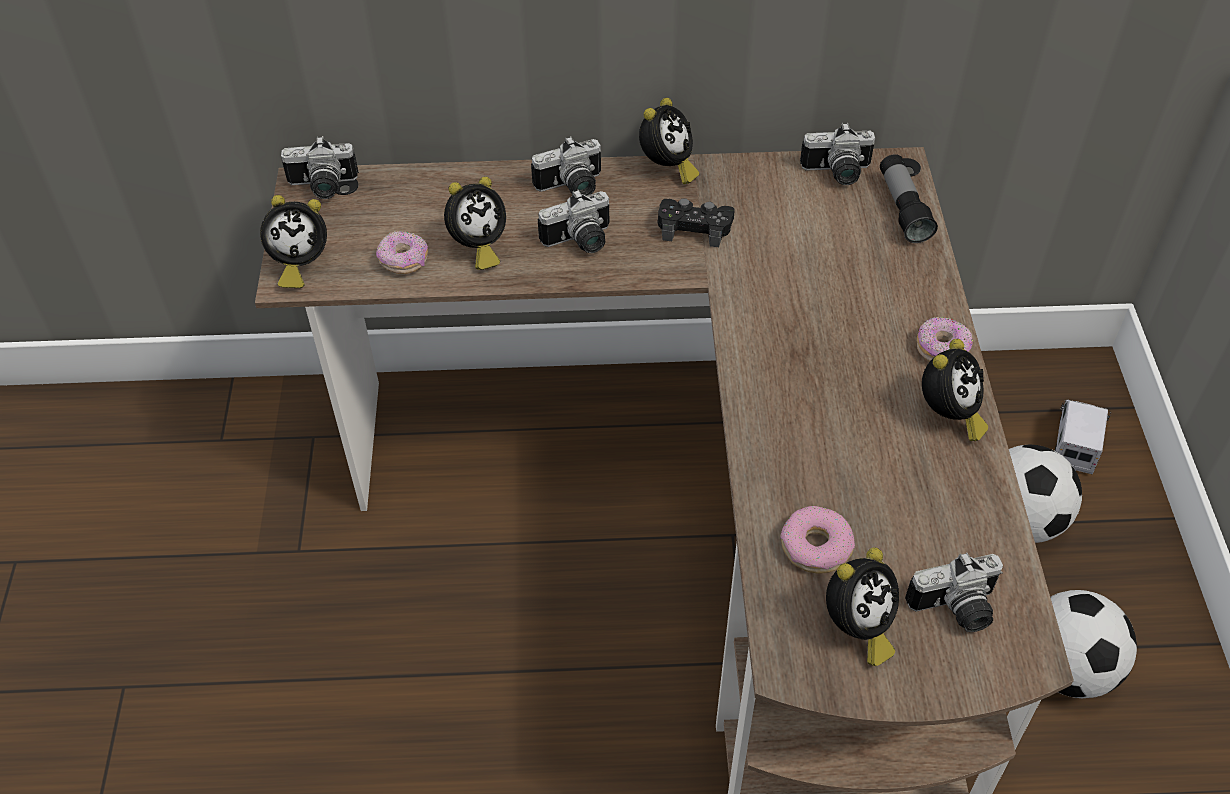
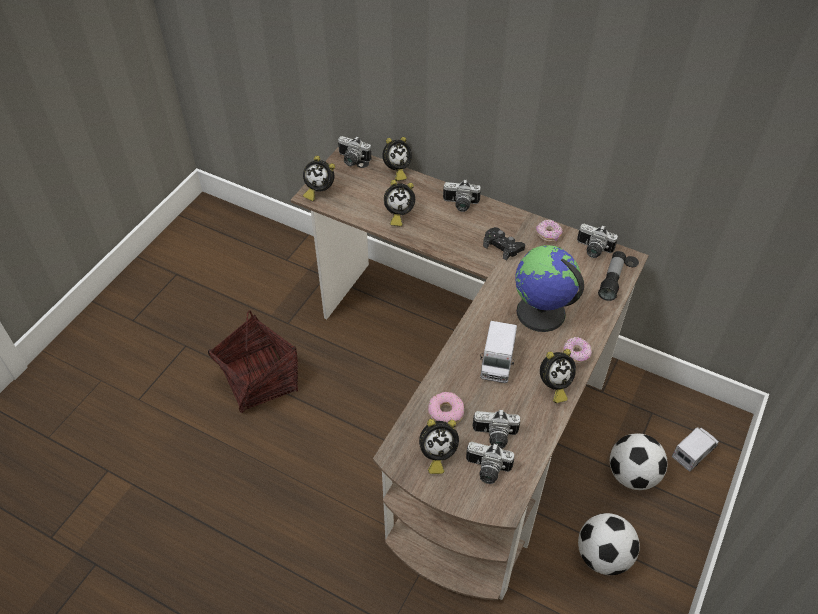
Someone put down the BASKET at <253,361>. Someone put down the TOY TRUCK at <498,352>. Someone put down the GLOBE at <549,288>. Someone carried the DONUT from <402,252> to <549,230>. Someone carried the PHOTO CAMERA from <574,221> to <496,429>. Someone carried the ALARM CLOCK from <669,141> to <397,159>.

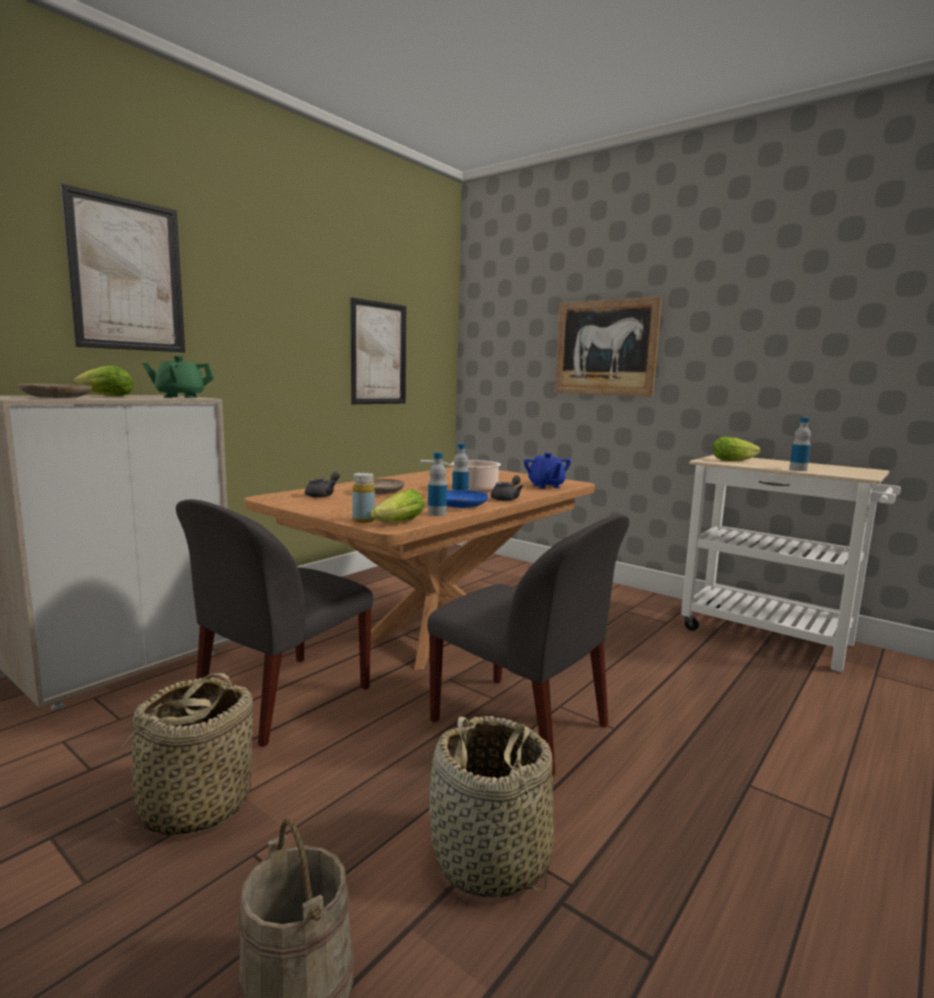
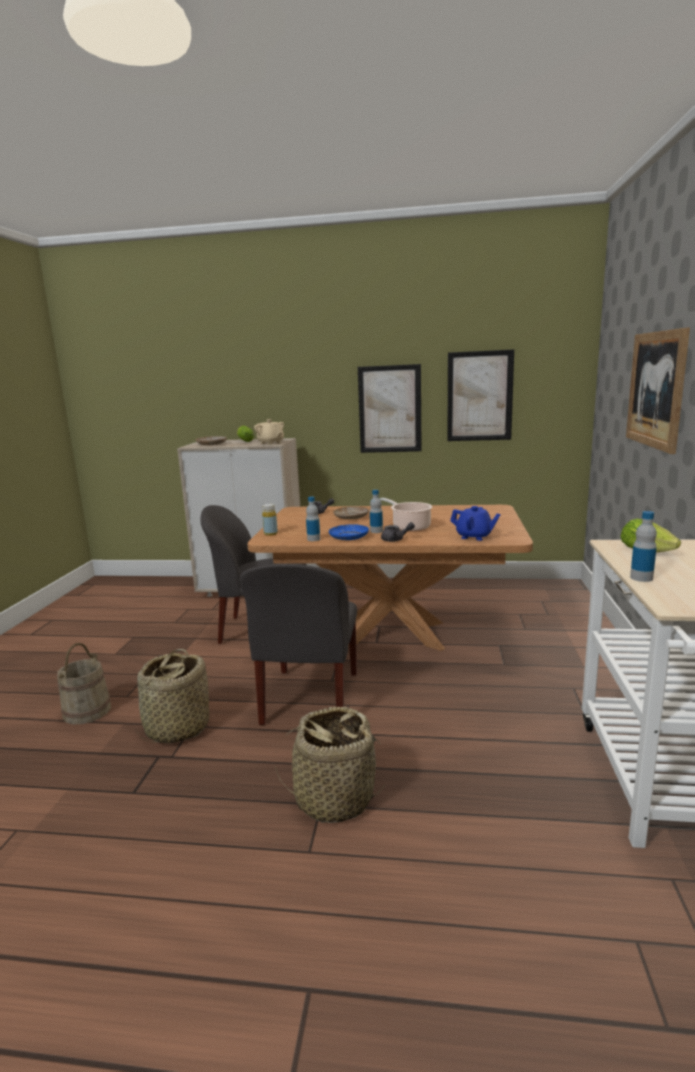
Someone took away the LETTUCE at <397,506>. Someone carried the PICTURE from <122,268> to <390,408>. Someone carried the BASKET from <180,754> to <330,765>. Someone repainted the GREEN TEAPOT at <178,377>, which became the BEIGE TEAPOT at <269,432>. Someone rotated the BLUE TEAPOT at <547,471> by 105 degrees counterclockwise.

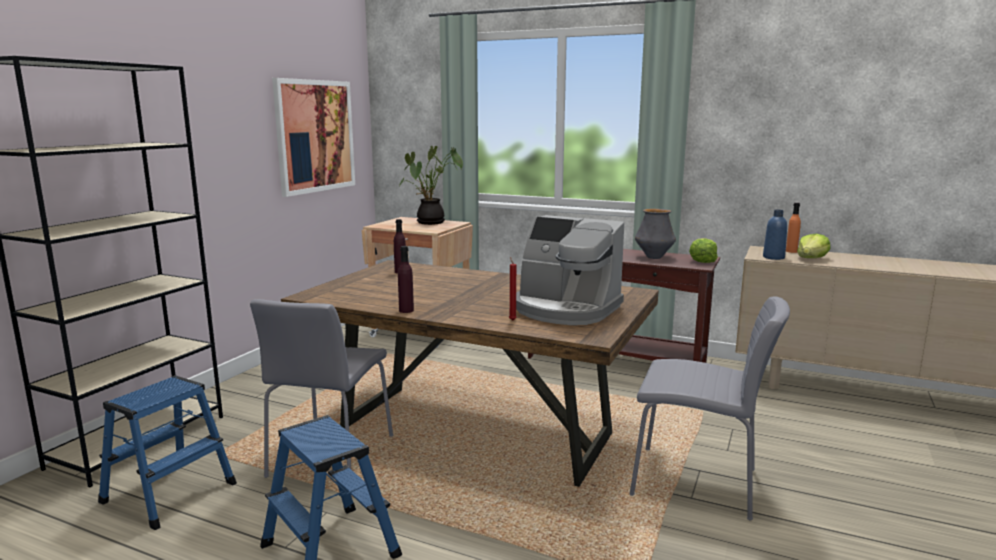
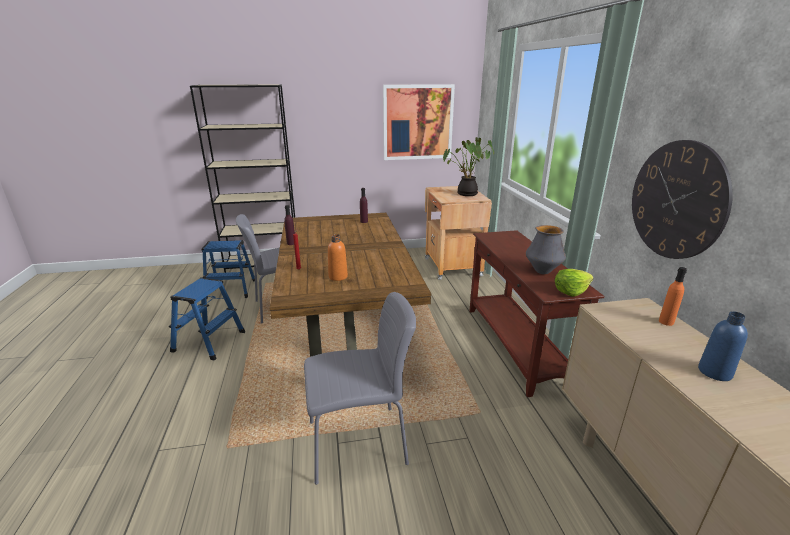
Someone took away the LETTUCE at <814,246>. Someone put up the WALL CLOCK at <682,199>. Someone carried the BLUE BOTTLE from <775,235> to <723,346>. Someone swapped the COFFEE MACHINE at <570,270> for the ORANGE BOTTLE at <338,257>. Someone rotated the GREY CHAIR at <709,408> by 90 degrees counterclockwise.

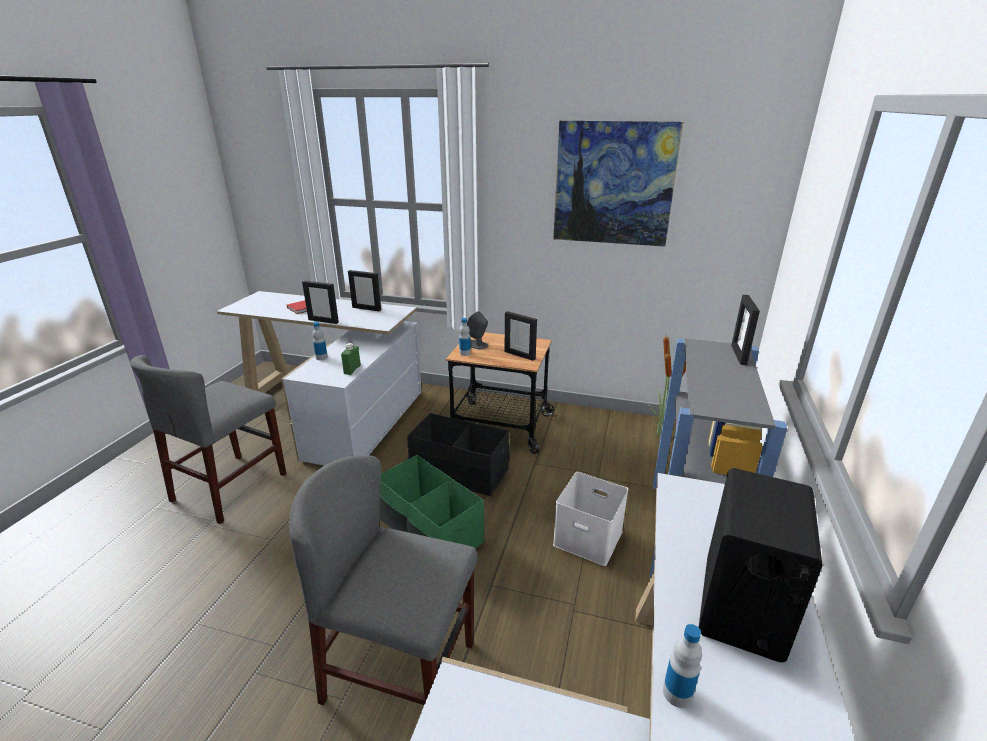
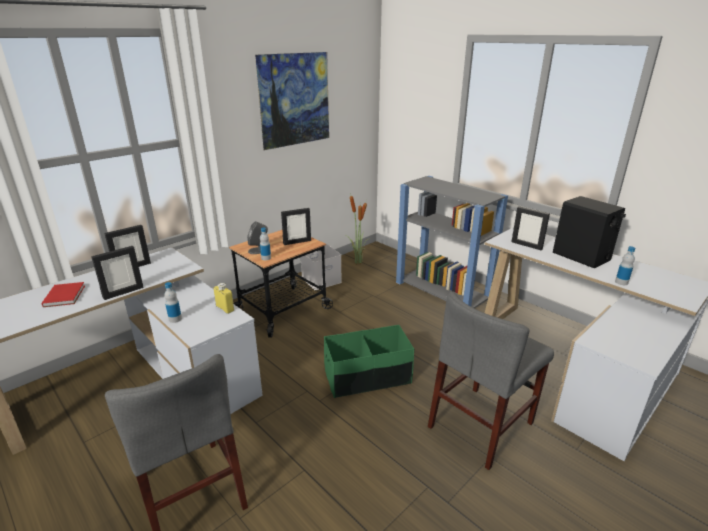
Someone took away the BLACK STORAGE BOX at <458,455>. Someone carried the WHITE STORAGE BOX from <590,519> to <321,267>. Someone carried the PICTURE FRAME from <745,330> to <530,228>. Someone repainted the GREEN BOTTLE at <351,359>, which became the YELLOW BOTTLE at <223,298>.

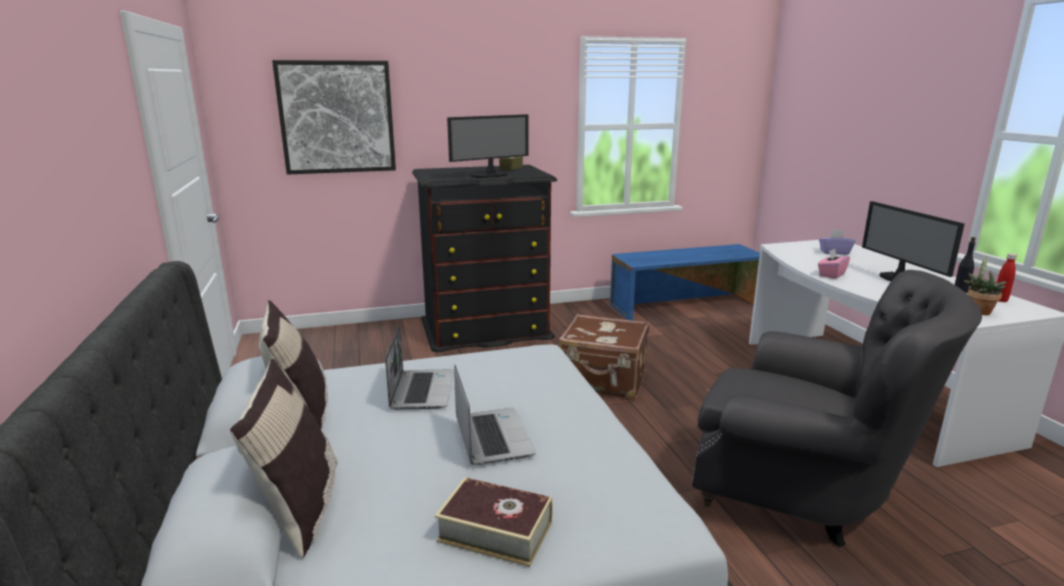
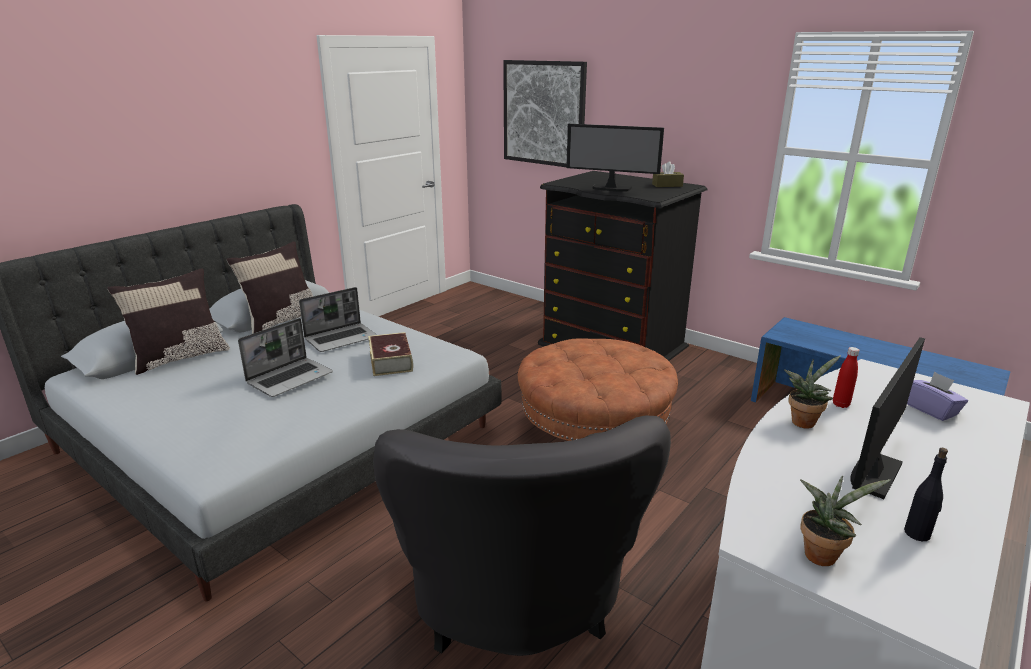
Someone carried the BOOK from <493,522> to <390,354>. Someone carried the RED BOTTLE from <1007,277> to <846,377>. Someone swapped the BROWN SUITCASE at <604,356> for the BROWN OTTOMAN at <598,389>. Someone swapped the PINK TISSUE BOX at <834,264> for the POTTED PLANT at <812,392>.

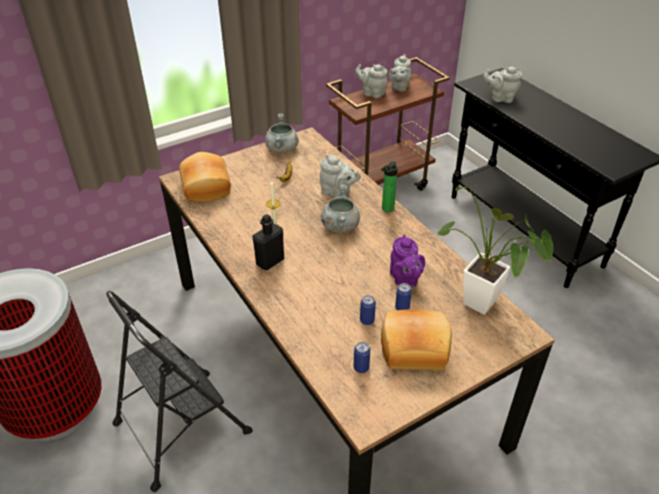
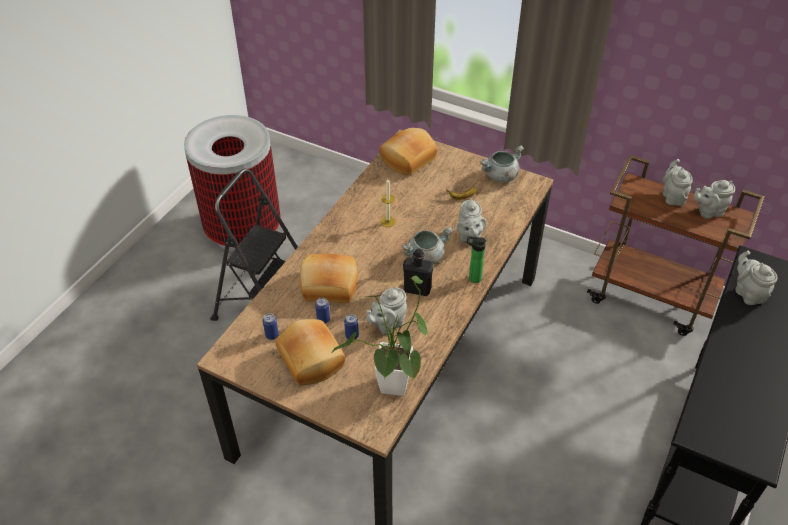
Someone put down the BREAD at <329,278>. Someone carried the BLACK BOTTLE from <268,242> to <418,272>. Someone repainted the PURPLE TEAPOT at <407,260>, which became the GREY TEAPOT at <386,311>.

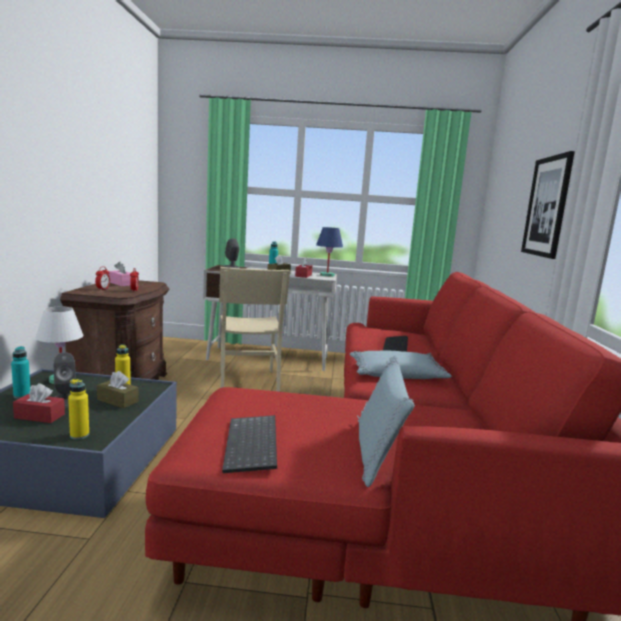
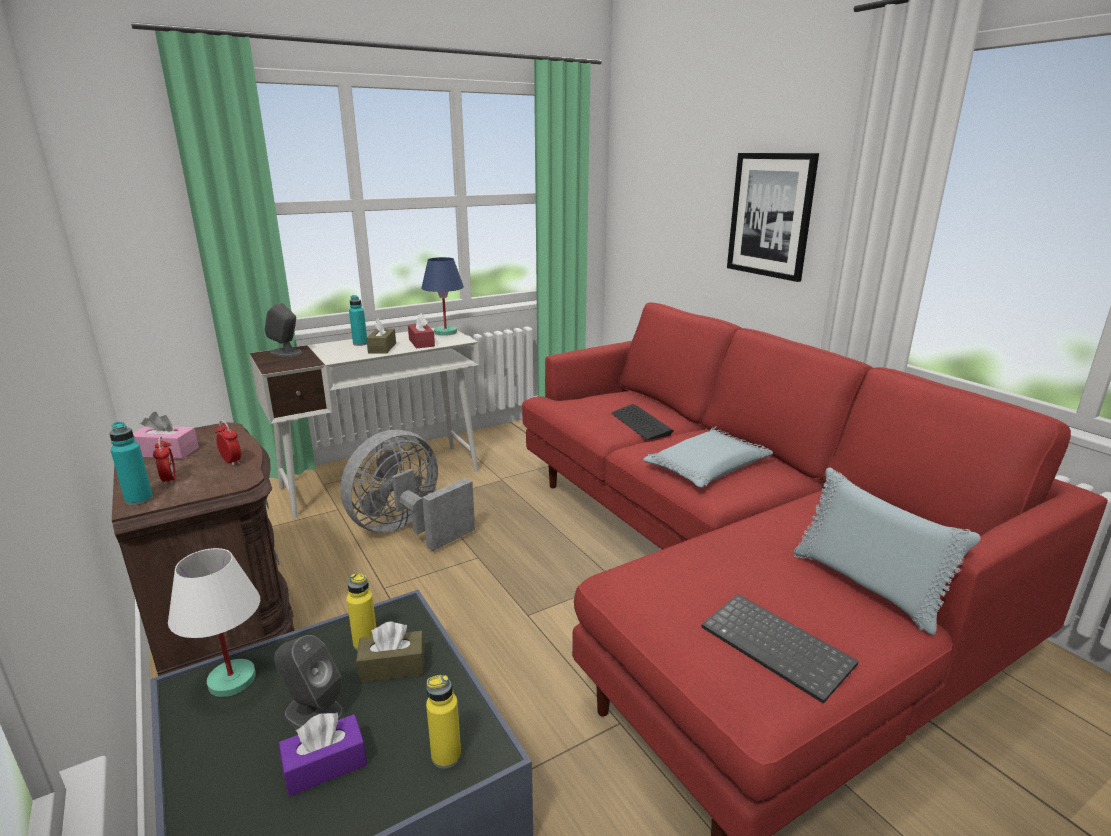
Someone carried the TURQUOISE BOTTLE from <20,372> to <131,463>. Someone swapped the BEIGE CHAIR at <254,329> for the GREY FAN at <407,490>. Someone repainted the RED TISSUE BOX at <39,403>, which became the PURPLE TISSUE BOX at <323,754>.

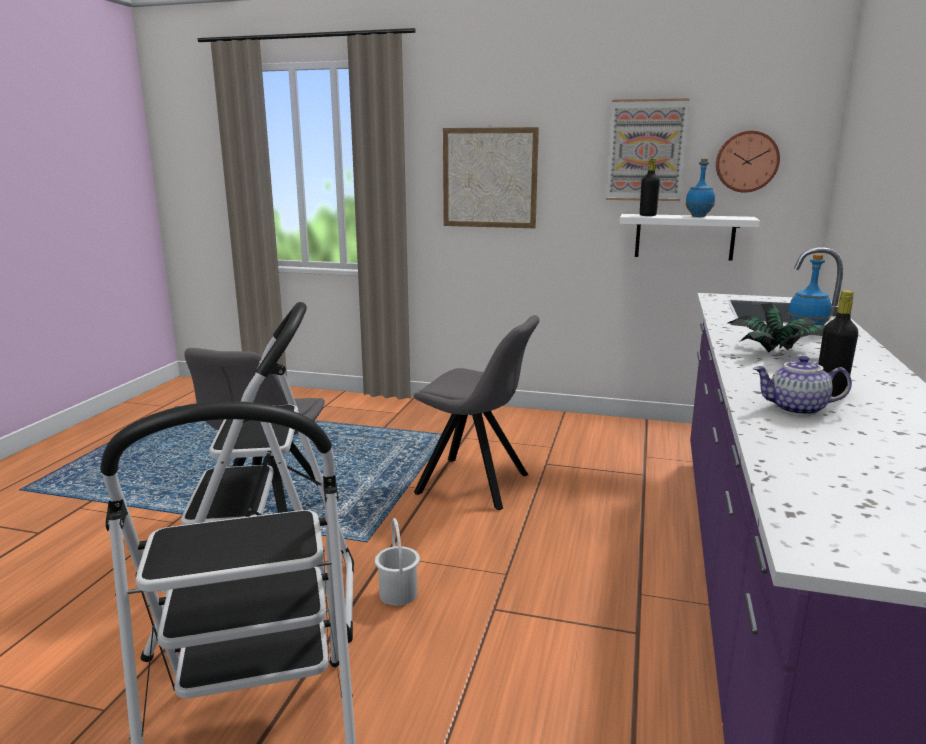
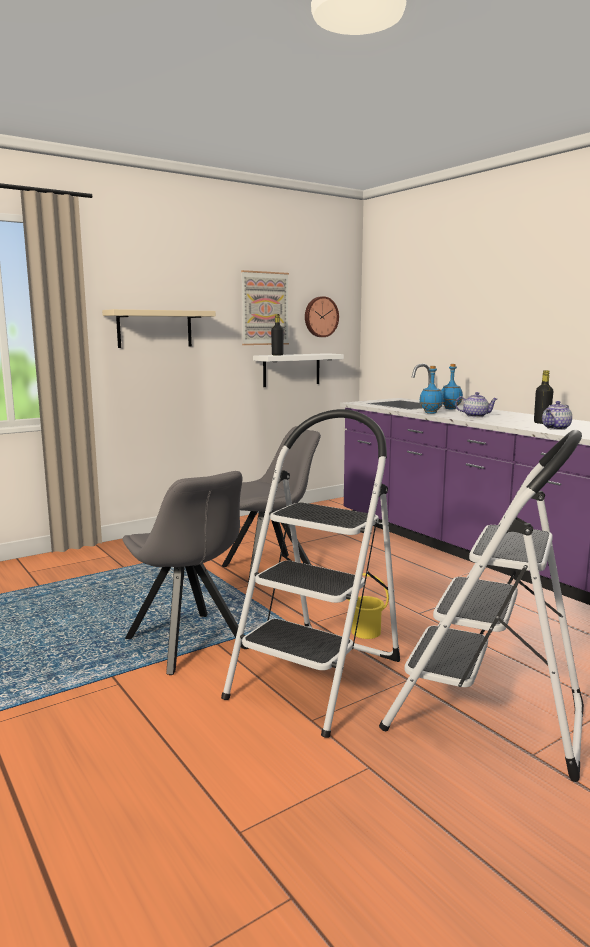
Someone carried the BLUE BOTTLE from <700,188> to <431,390>. Someone swapped the PICTURE at <491,177> for the BEIGE SHELF at <159,328>. Someone swapped the POTTED PLANT at <776,327> for the TEAPOT at <476,404>. Someone repainted the WHITE BUCKET at <397,562>, which became the YELLOW BUCKET at <368,606>.

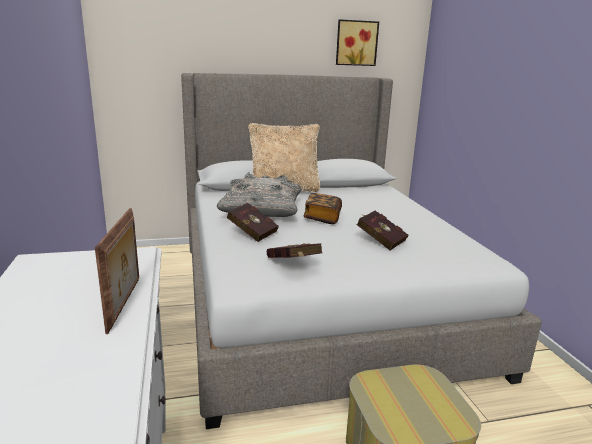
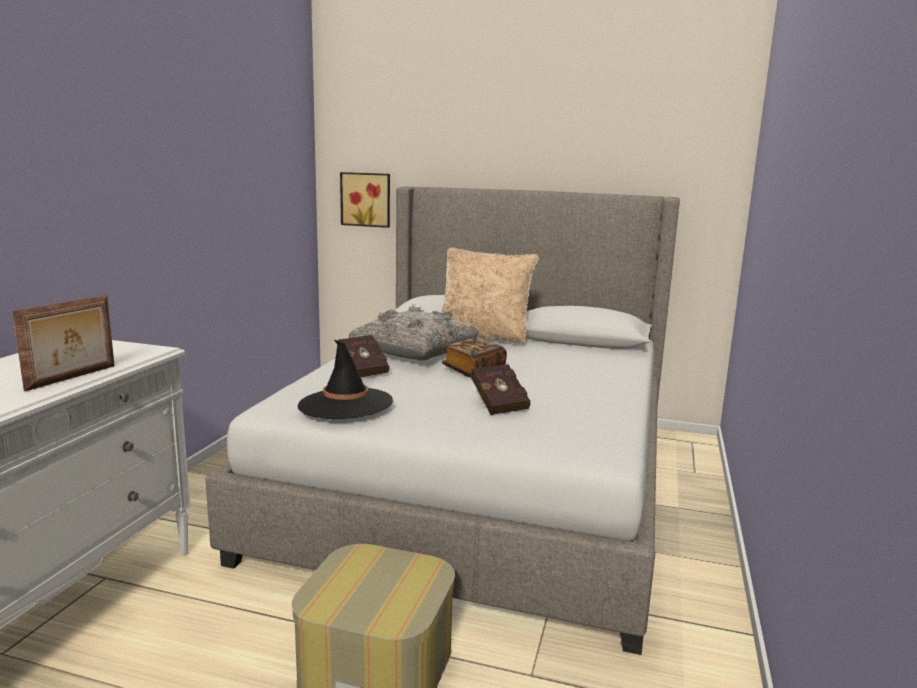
Someone carried the PICTURE from <357,42> to <365,200>. Someone swapped the RED BOOK at <294,250> for the BLACK HAT at <345,379>.

